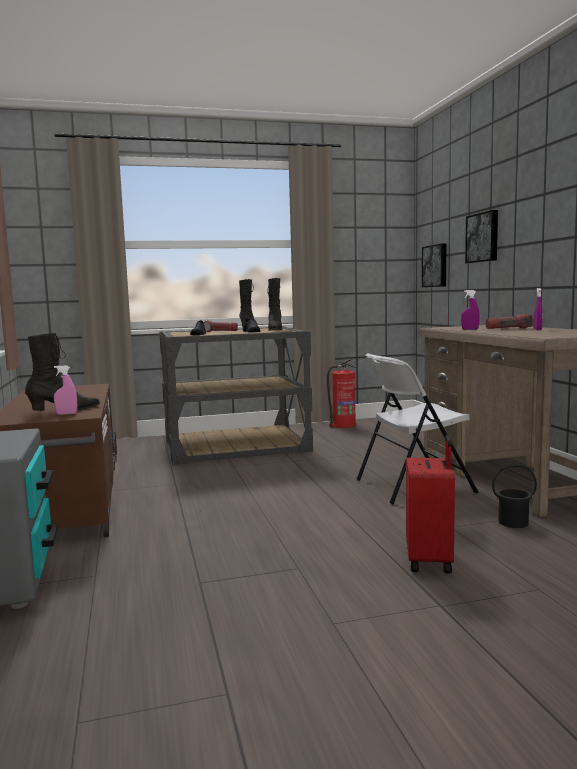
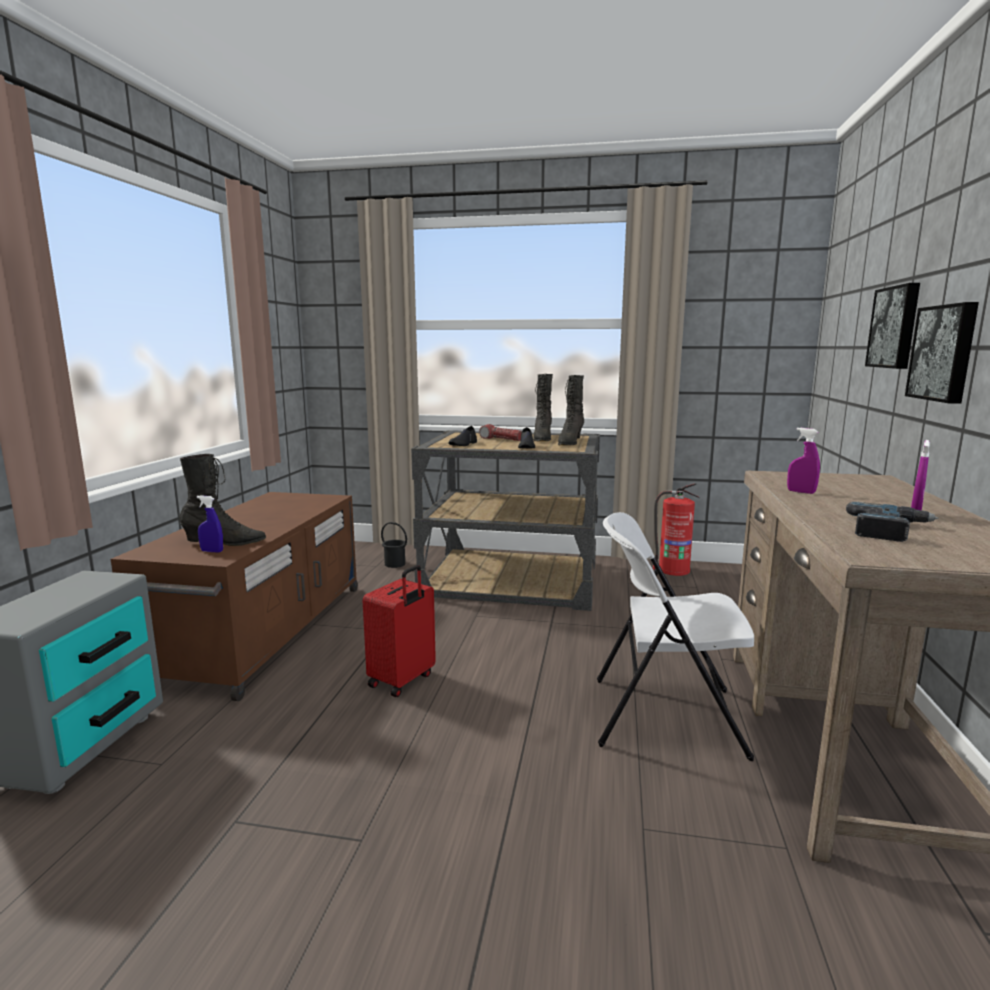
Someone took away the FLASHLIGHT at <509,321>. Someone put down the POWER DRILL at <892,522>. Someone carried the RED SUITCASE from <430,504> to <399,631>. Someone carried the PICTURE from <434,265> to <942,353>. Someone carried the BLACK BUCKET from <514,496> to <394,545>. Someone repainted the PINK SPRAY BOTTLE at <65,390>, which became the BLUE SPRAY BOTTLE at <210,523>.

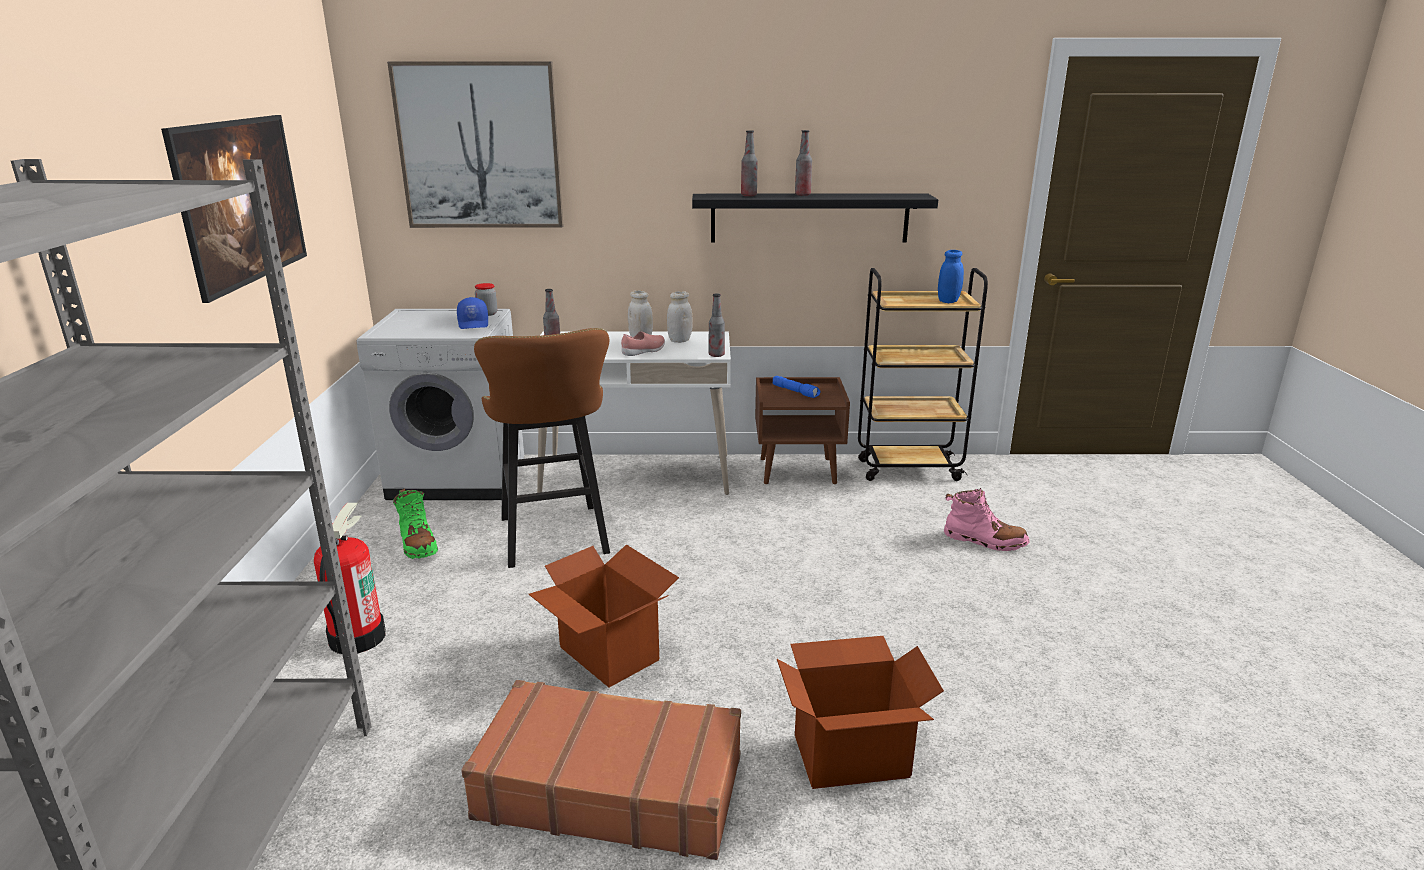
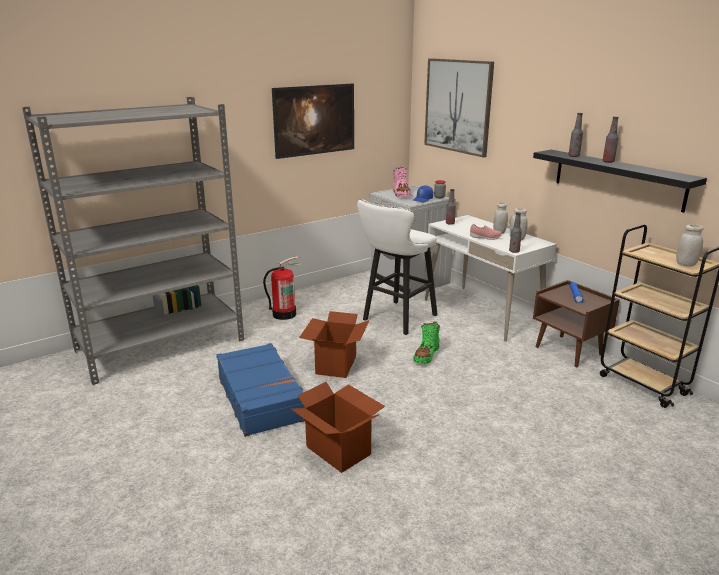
Someone carried the GREEN BOOT from <415,524> to <426,343>. Someone carried the PINK BOOT from <987,519> to <402,182>. Someone repainted the BROWN SUITCASE at <601,770>, which became the BLUE SUITCASE at <260,390>. Someone repainted the BROWN STOOL at <542,448>, which became the WHITE STOOL at <397,267>. Someone repainted the BLUE JAR at <951,276>, which became the WHITE JAR at <689,245>.

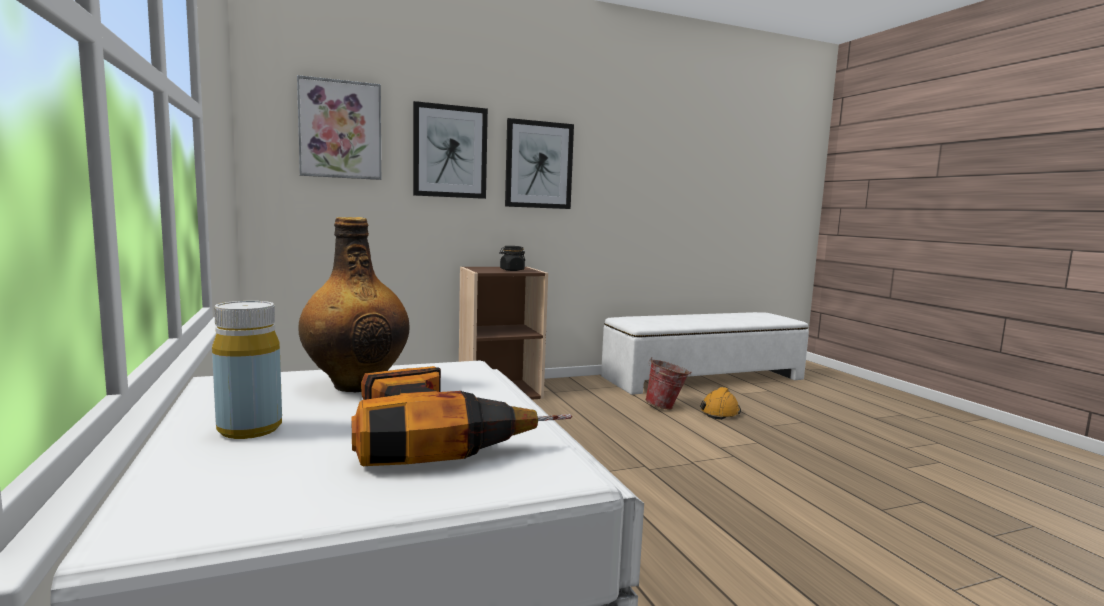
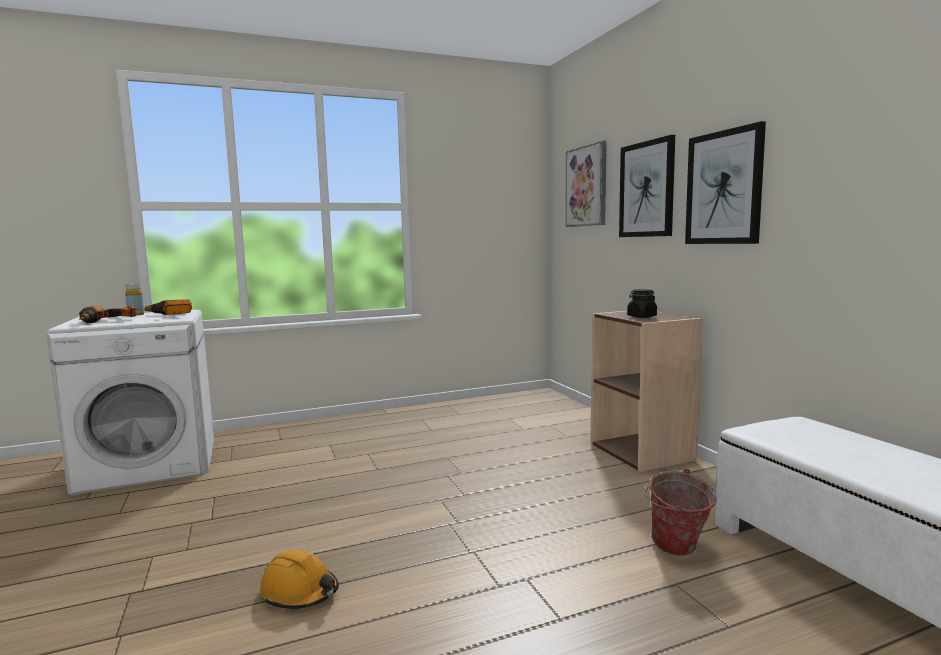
Someone carried the ORANGE HARD HAT from <720,403> to <299,579>. Someone swapped the BOTTLE at <354,304> for the POWER DRILL at <163,307>.

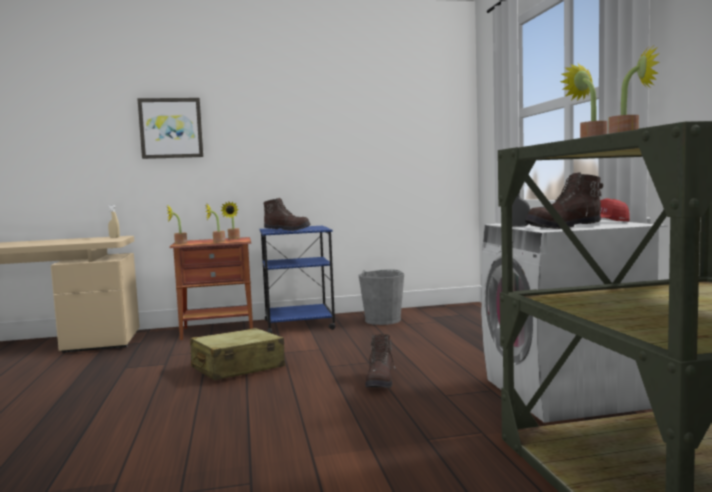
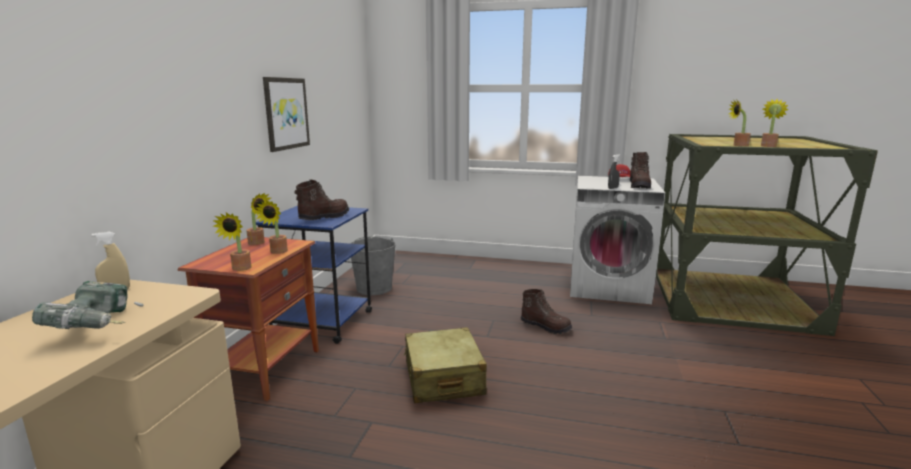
Someone put down the POWER DRILL at <88,305>. Someone carried the PICTURE from <170,128> to <286,114>.

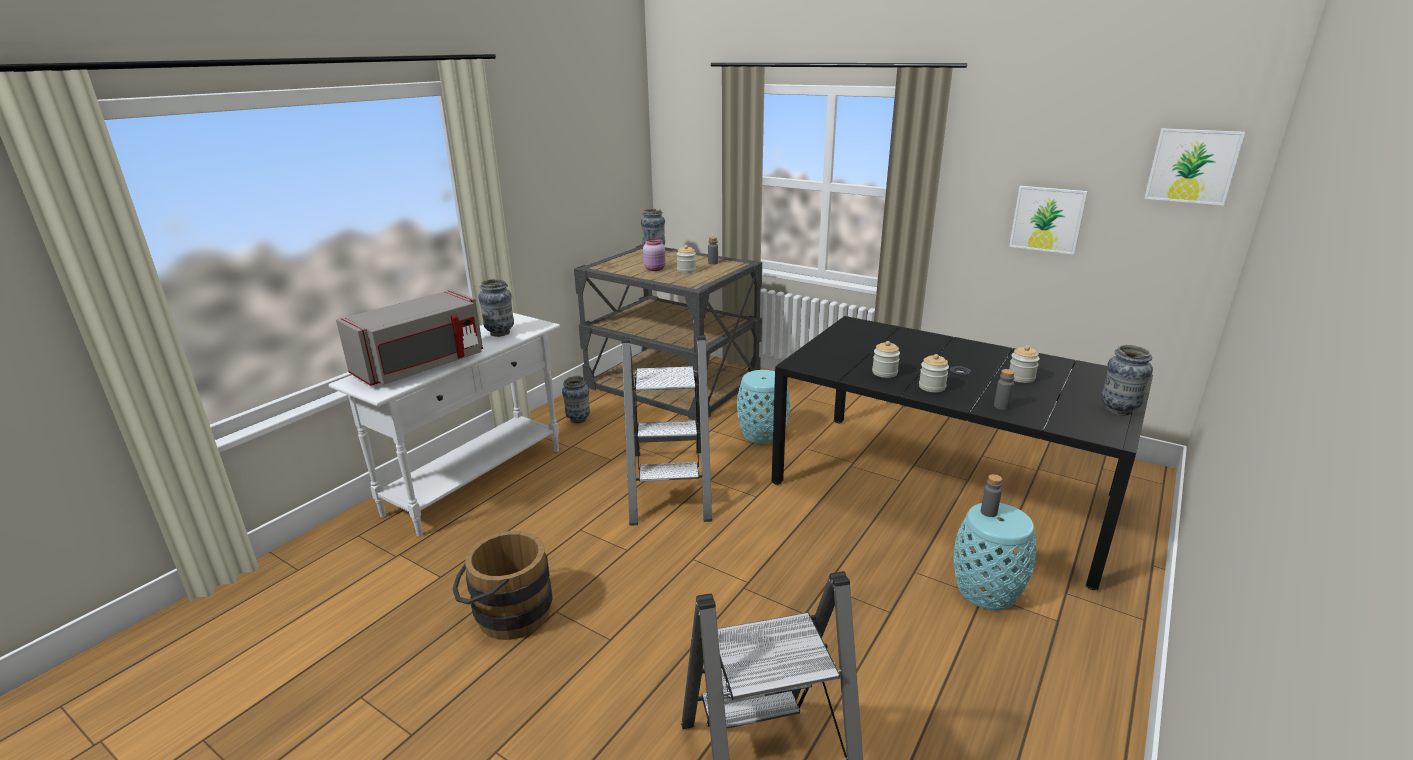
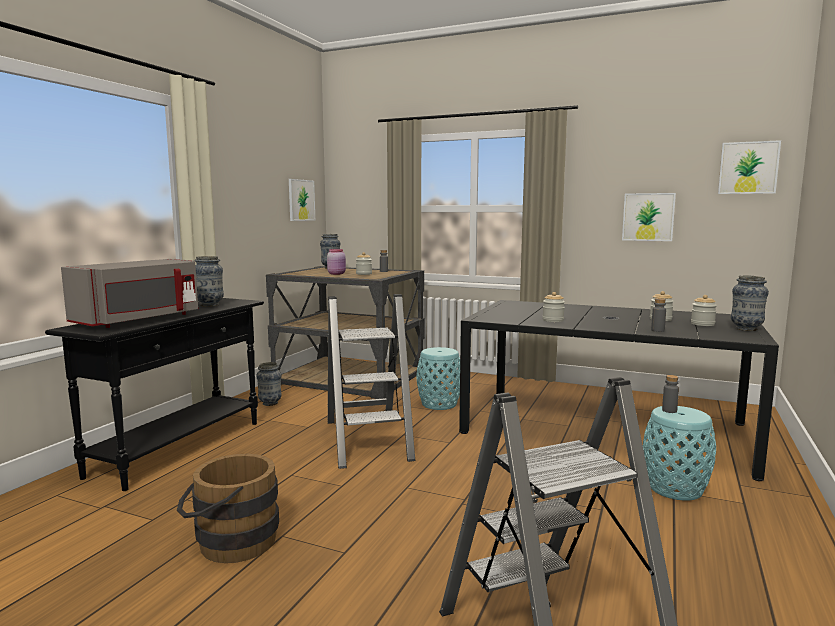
Someone put up the PICTURE at <302,200>. Someone carried the JAR from <934,373> to <704,310>. Someone repainted the WHITE CONSOLE TABLE at <444,425>, which became the BLACK CONSOLE TABLE at <154,394>.

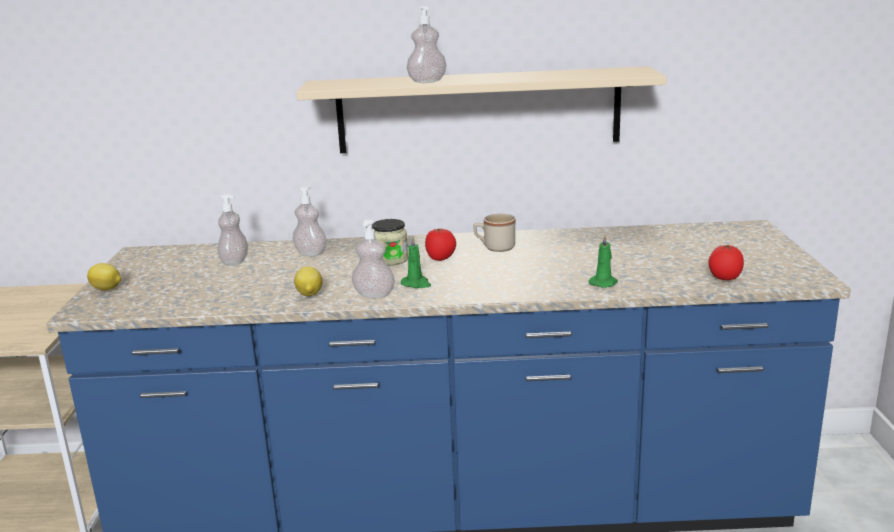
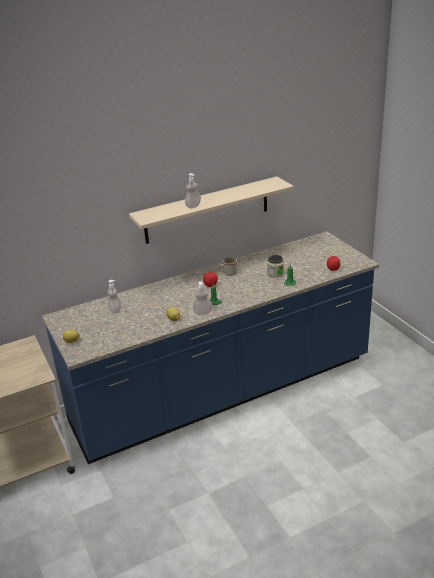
Someone took away the SOAP DISPENSER at <310,221>. Someone carried the JAR from <390,242> to <275,266>.

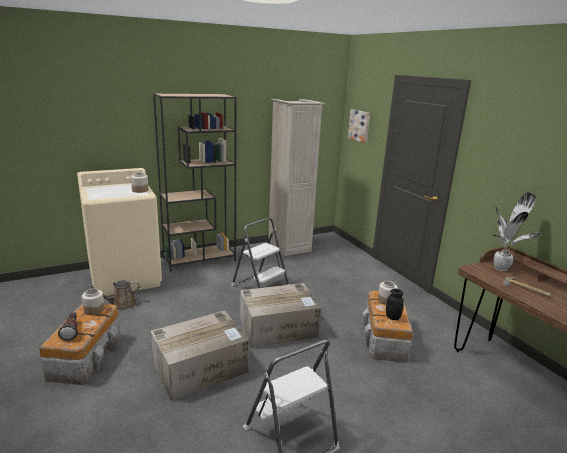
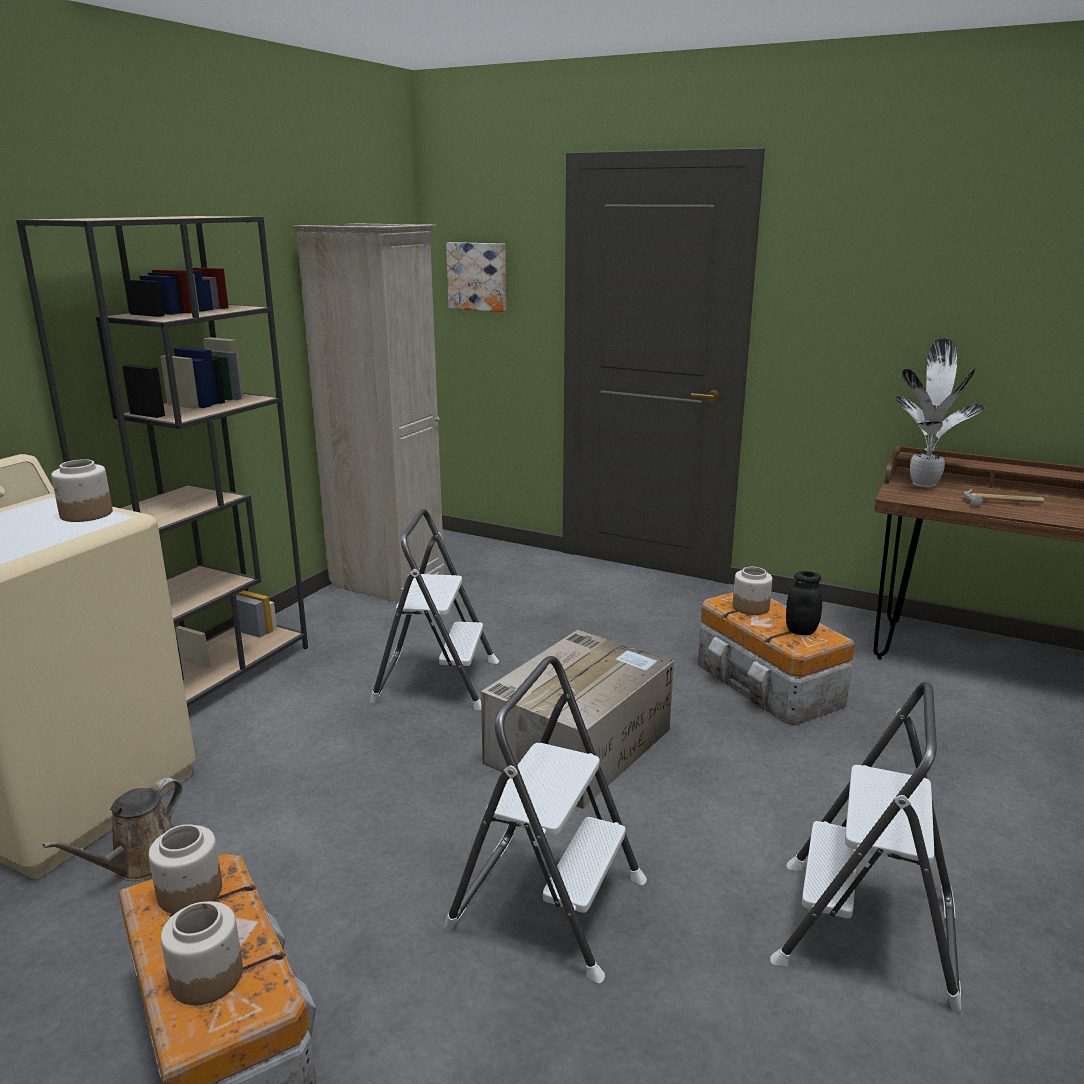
Someone swapped the FLASHLIGHT at <68,326> for the JAR at <202,953>. Someone swapped the CARDBOARD BOX at <199,355> for the WHITE STEP LADDER at <545,819>.

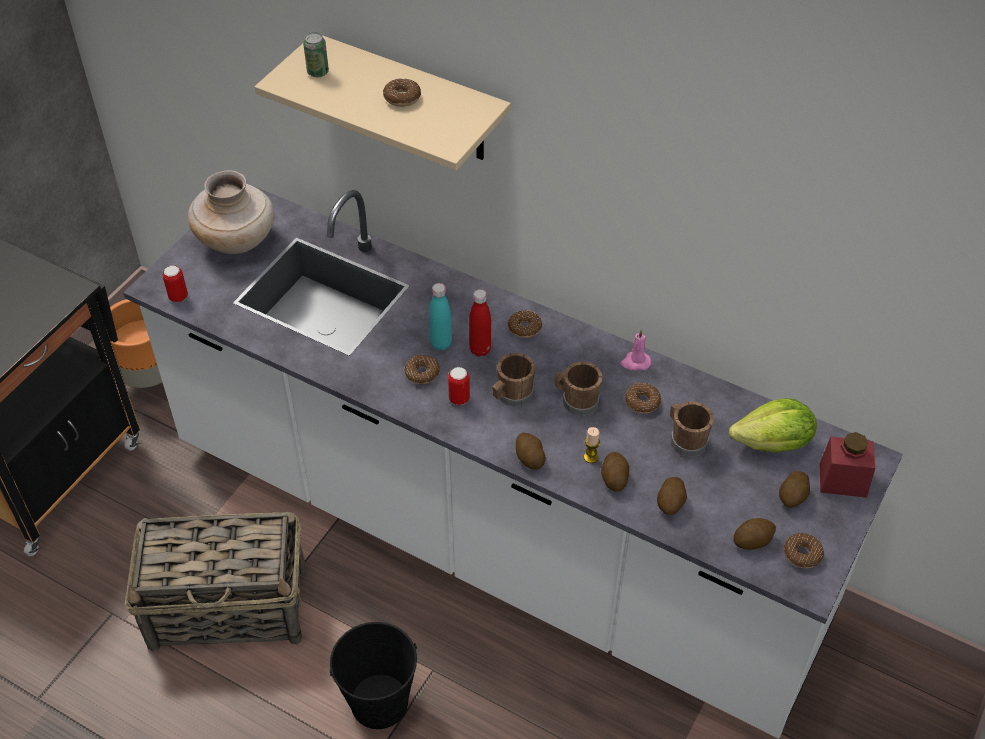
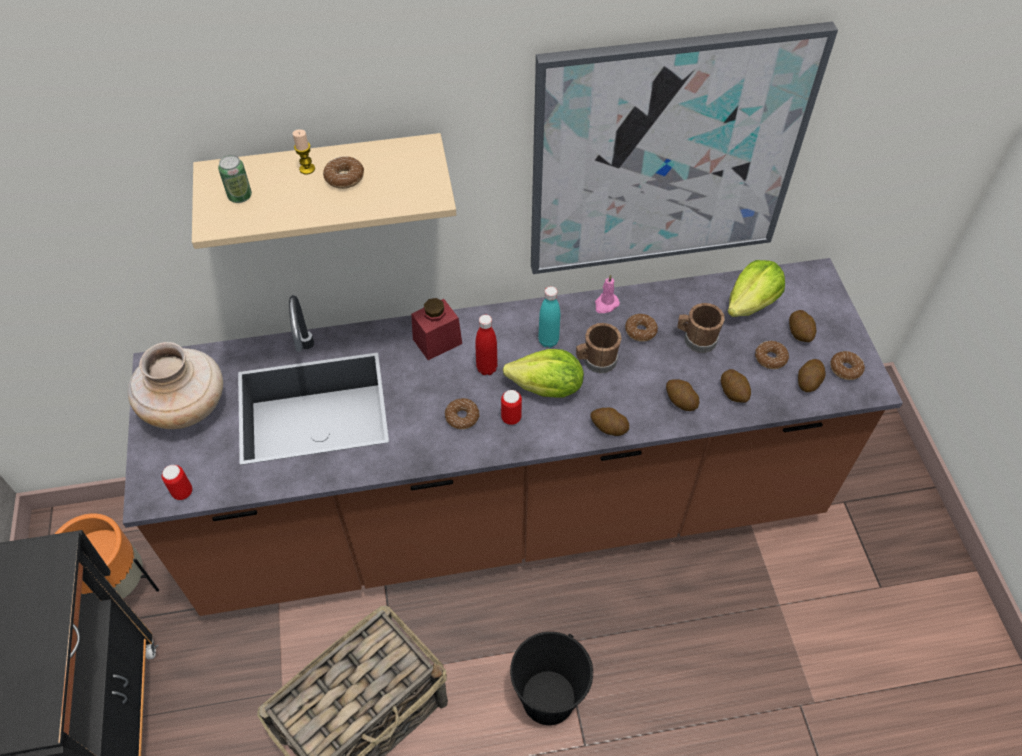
Someone put up the PICTURE at <684,148>. Someone carried the TURQUOISE BOTTLE from <440,316> to <549,317>. Someone carried the DONUT from <524,324> to <772,355>. Someone carried the CANDLE from <592,445> to <303,152>. Someone carried the RED JAR from <847,465> to <436,329>. Someone swapped the BROWN MUG at <513,380> for the LETTUCE at <543,373>. Someone repainted the WHITE COUNTER at <513,461>, which became the BROWN COUNTER at <513,437>.

